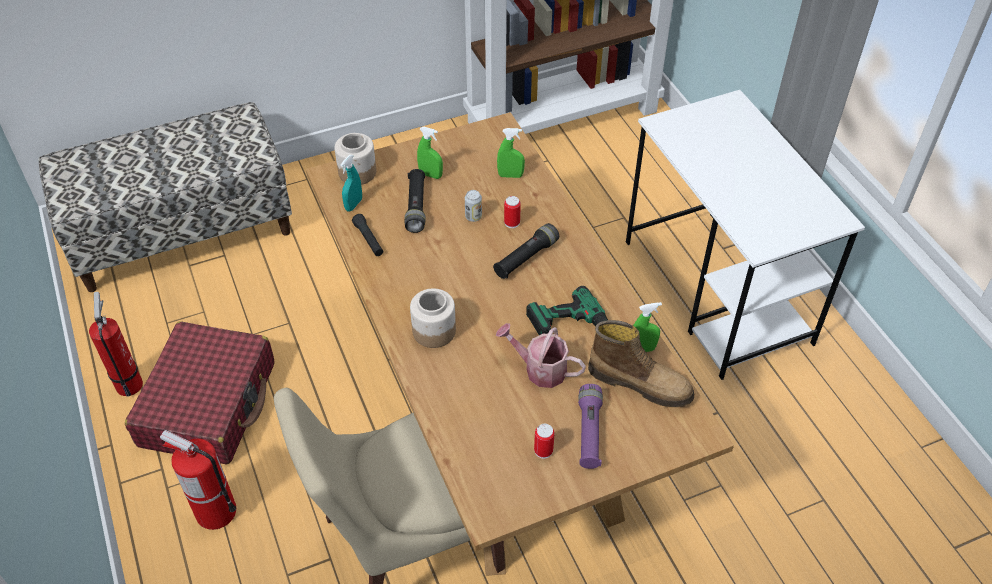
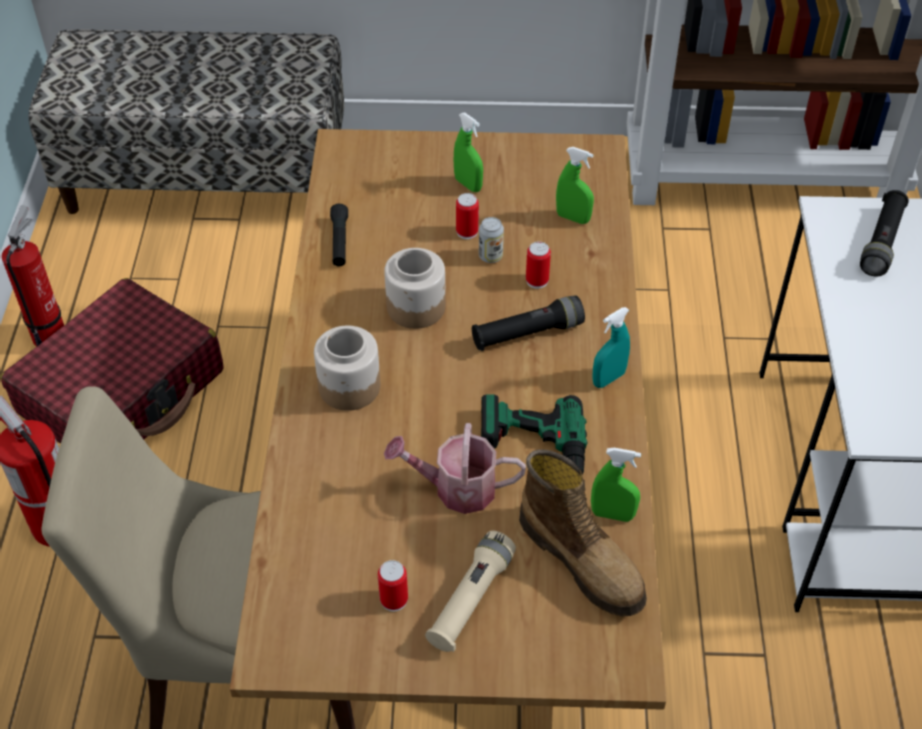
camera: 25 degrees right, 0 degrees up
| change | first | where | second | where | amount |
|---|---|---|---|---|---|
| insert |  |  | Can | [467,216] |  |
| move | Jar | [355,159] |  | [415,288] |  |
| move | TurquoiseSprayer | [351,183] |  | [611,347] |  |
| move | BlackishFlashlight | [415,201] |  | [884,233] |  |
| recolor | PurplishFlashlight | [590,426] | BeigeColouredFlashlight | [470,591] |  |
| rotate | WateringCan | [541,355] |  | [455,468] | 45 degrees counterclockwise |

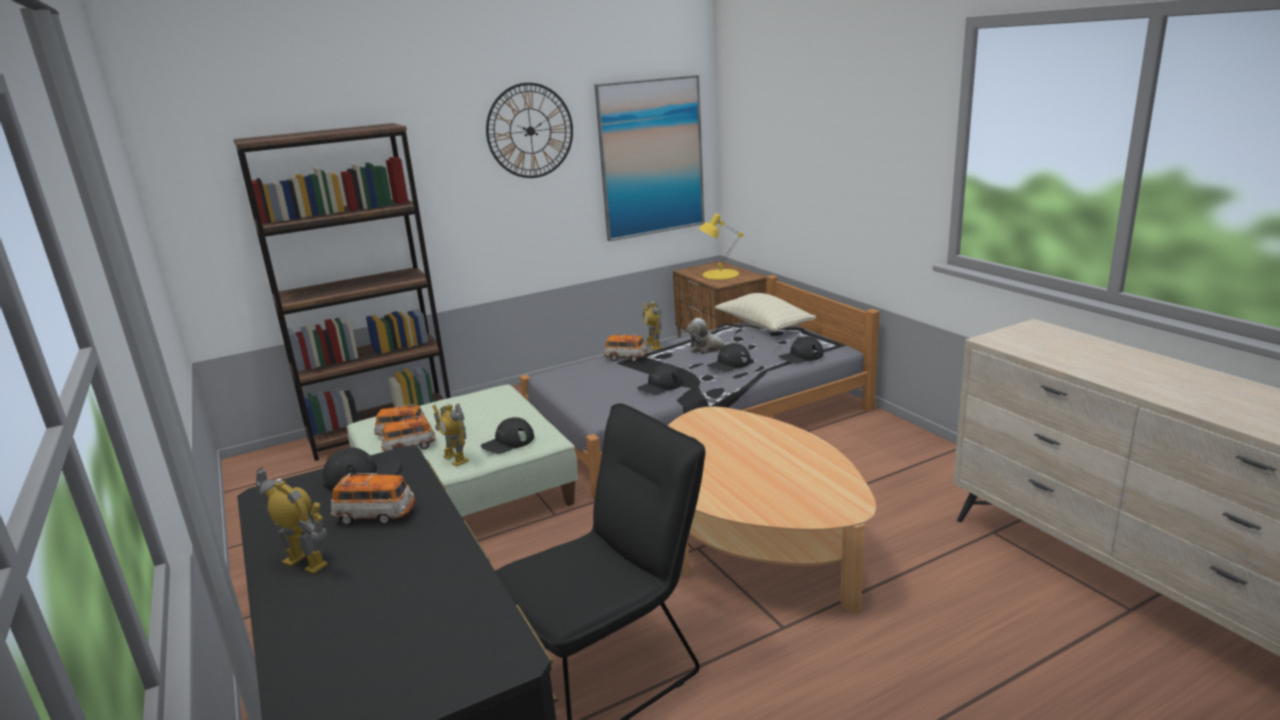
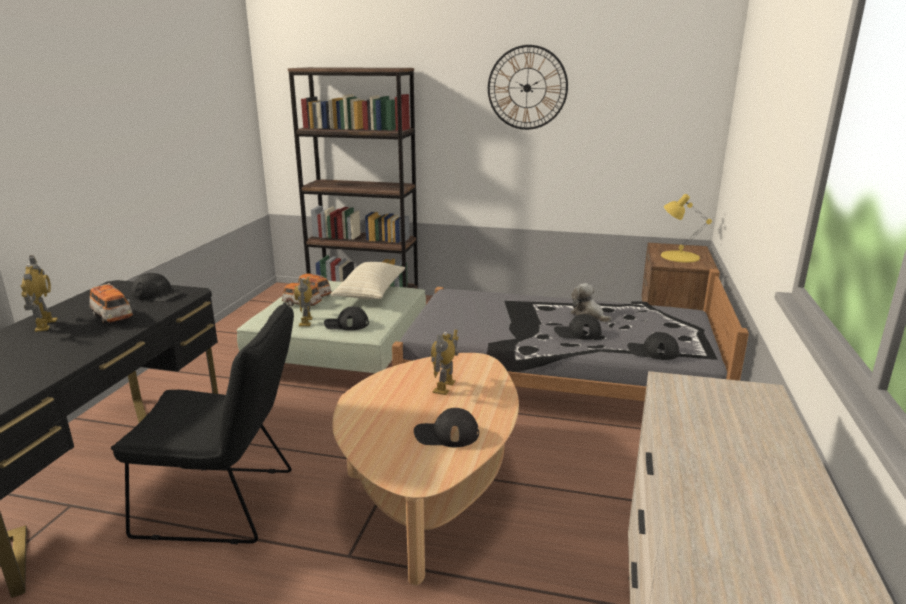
camera: 40 degrees right, 0 degrees up
| change | first | where | second | where | amount |
|---|---|---|---|---|---|
| delete | WallPicture | [649,158] |  |  |  |
| delete | ToyCar | [625,348] |  |  |  |
| move | BlackishCap | [660,379] |  | [446,427] |  |
| move | ToyRobot | [653,325] |  | [445,362] |  |
| move | BeigeColouredCushion | [765,312] |  | [368,280] |  |

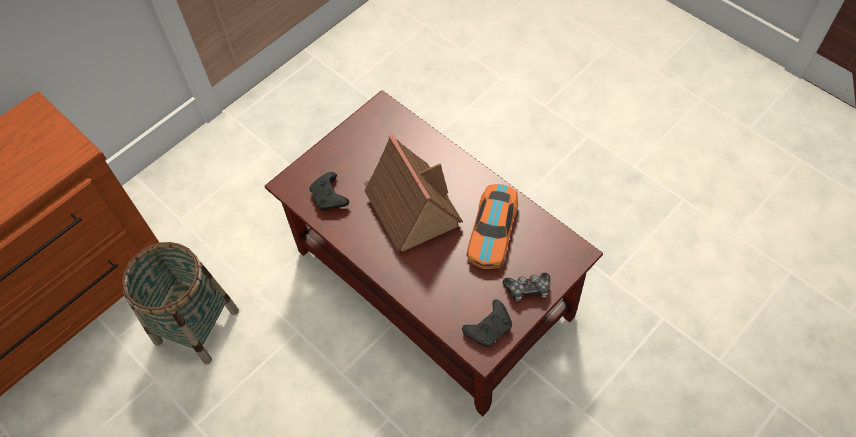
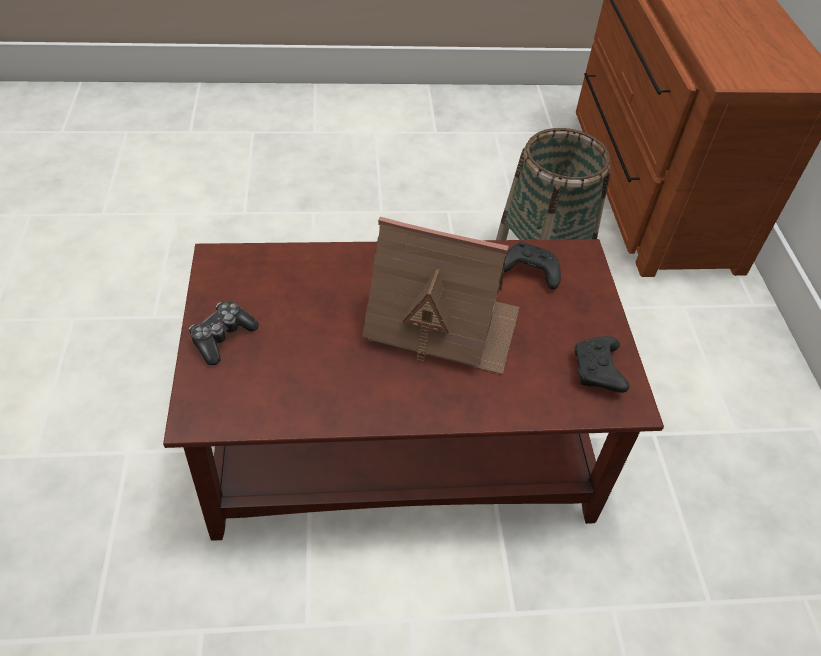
camera: 125 degrees right, 10 degrees down
| change | first | where | second | where | amount |
|---|---|---|---|---|---|
| delete | ToyCar | [492,226] |  |  |  |
| move | BlackishJoypad | [487,323] |  | [601,364] |  |

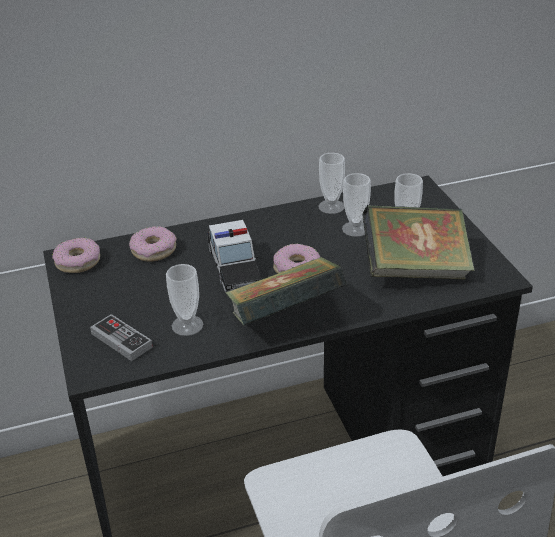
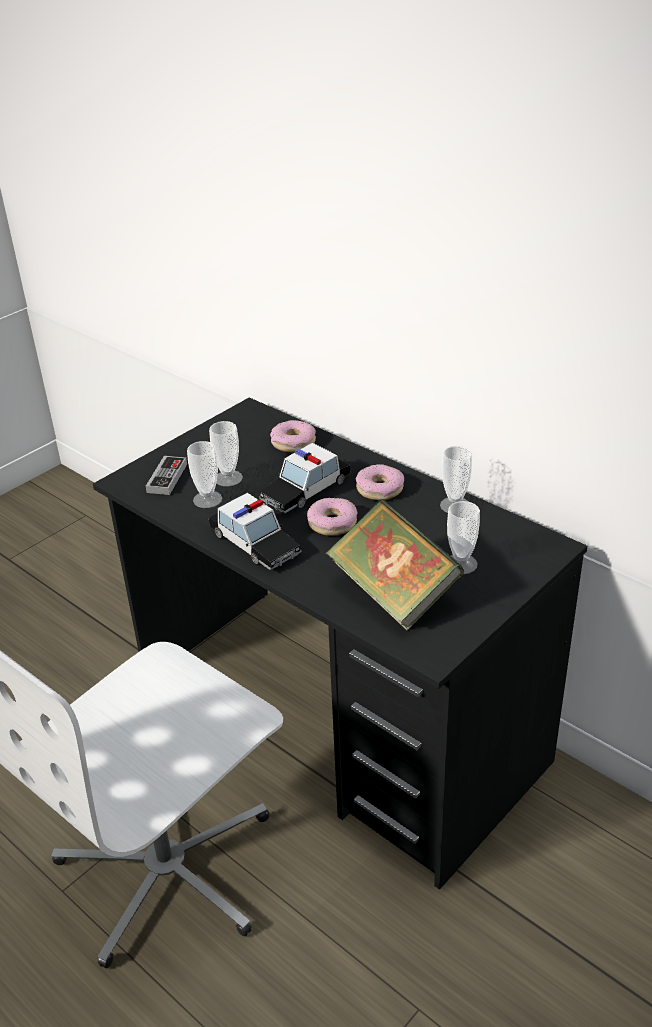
camera: 60 degrees right, 0 degrees up
| change | first | where | second | where | amount |
|---|---|---|---|---|---|
| move | Doughnut | [76,255] |  | [380,482] |  |
| move | SmallCup | [356,205] |  | [226,454] |  |
| replace | Volume | [286,291] | ToyCar | [255,531] |  |

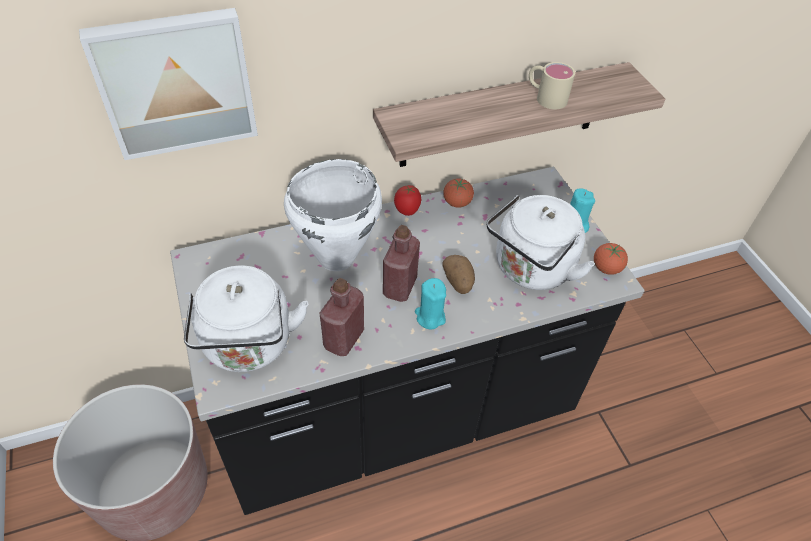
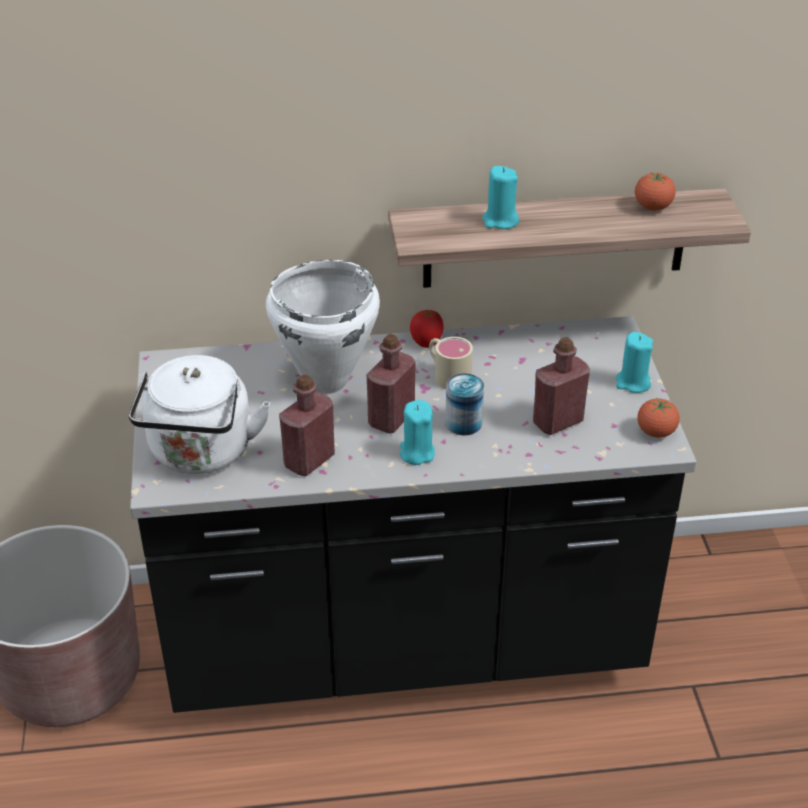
camera: 15 degrees right, 10 degrees down
| change | first | where | second | where | amount |
|---|---|---|---|---|---|
| delete | WallPicture | [168,84] |  |  |  |
| insert |  |  | TurquoiseWaxCandle | [500,197] |  |
| move | Tomato | [458,193] |  | [655,191] |  |
| move | BeigeColouredMug | [552,85] |  | [451,363] |  |
| replace | Spud | [458,274] | Can | [464,404] |  |
| replace | WhitishTeaKettle | [541,242] | RedBeverageBottle | [561,386] |  |

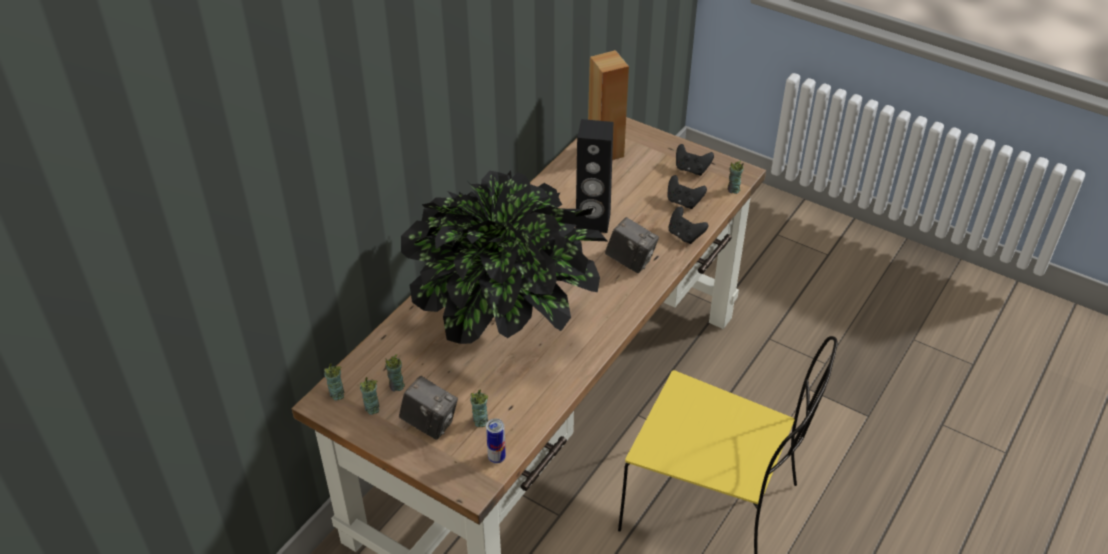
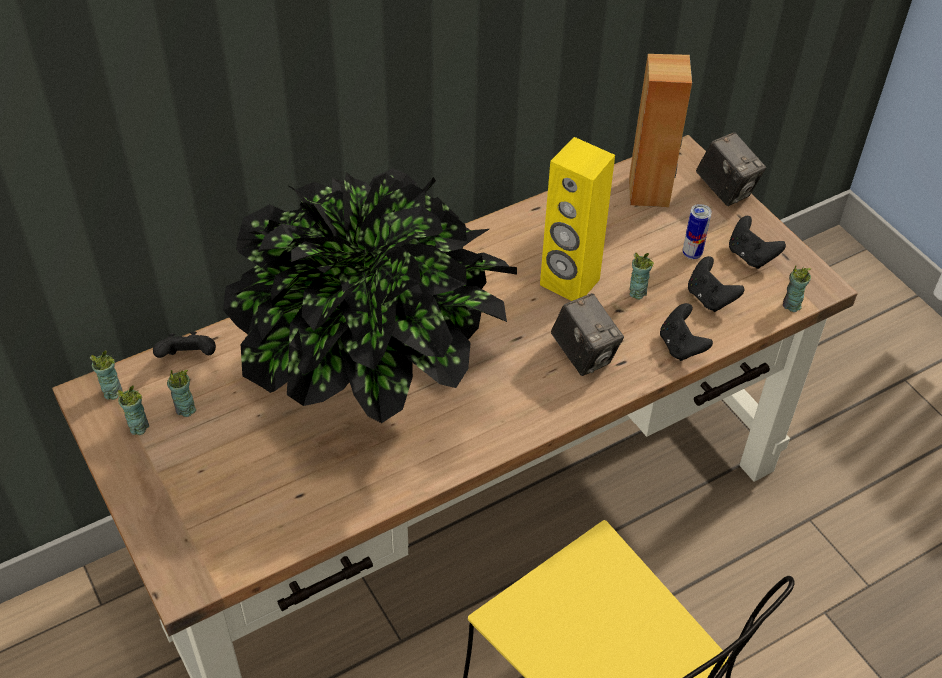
camera: 25 degrees right, 5 degrees up
| change | first | where | second | where | amount |
|---|---|---|---|---|---|
| insert |  |  | BlackishJoypad | [184,345] |  |
| move | StillCamera | [428,408] |  | [731,169] |  |
| move | SmallCup | [479,408] |  | [641,276] |  |
| move | Can | [496,441] |  | [697,231] |  |
| recolor | BlackishLoudspeaker | [594,176] | YellowColouredLoudspeaker | [577,219] |  |

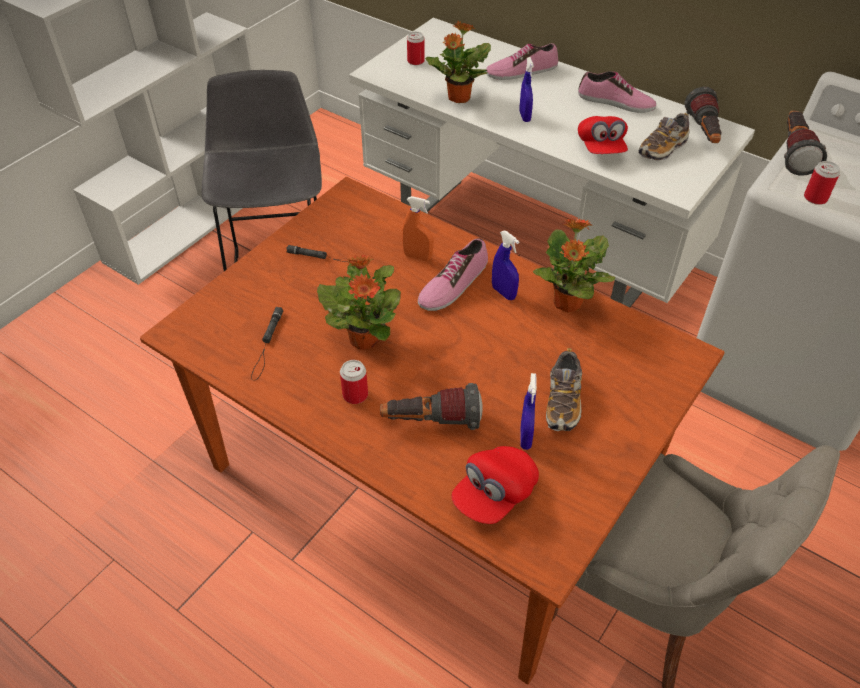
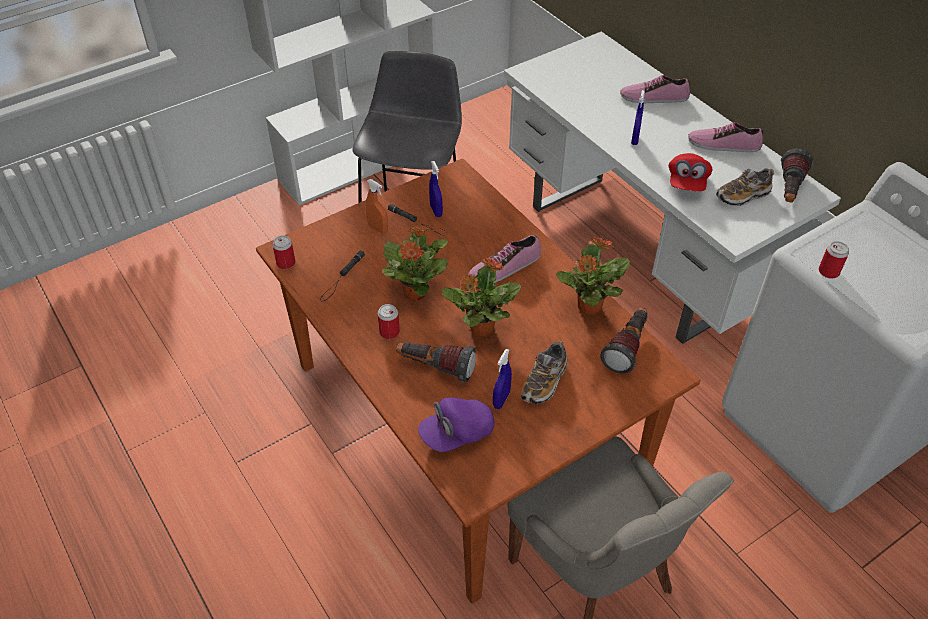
camera: 20 degrees right, 0 degrees up
| change | first | where | second | where | amount |
|---|---|---|---|---|---|
| move | OrangeSprayer | [418,228] |  | [377,206] |  |
| move | Can | [416,48] |  | [284,252] |  |
| move | PottedPlant | [458,62] |  | [481,297] |  |
| move | BlueSprayer | [505,265] |  | [436,189] |  |
| move | Flashlight | [805,143] |  | [624,340] |  |
| recolor | RedCap | [495,485] | PurplishCap | [456,424] |  |
| rotate | Shoe | [617,92] |  | [725,137] | 150 degrees clockwise |

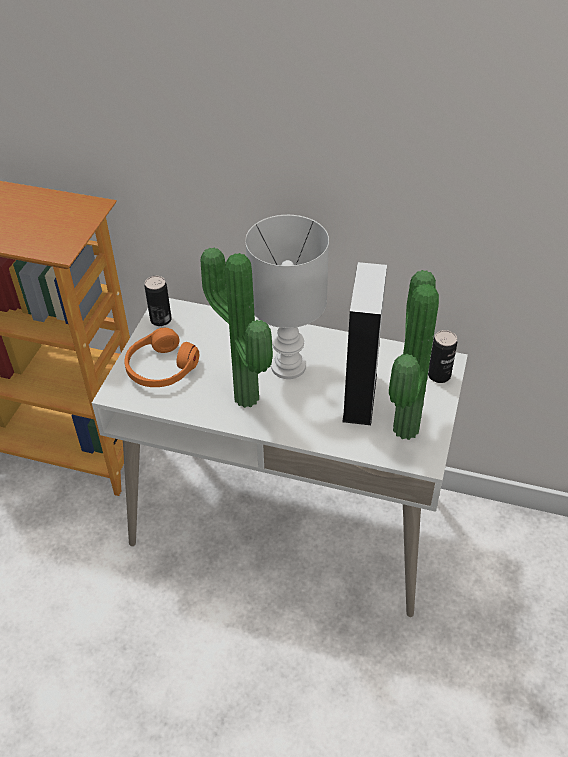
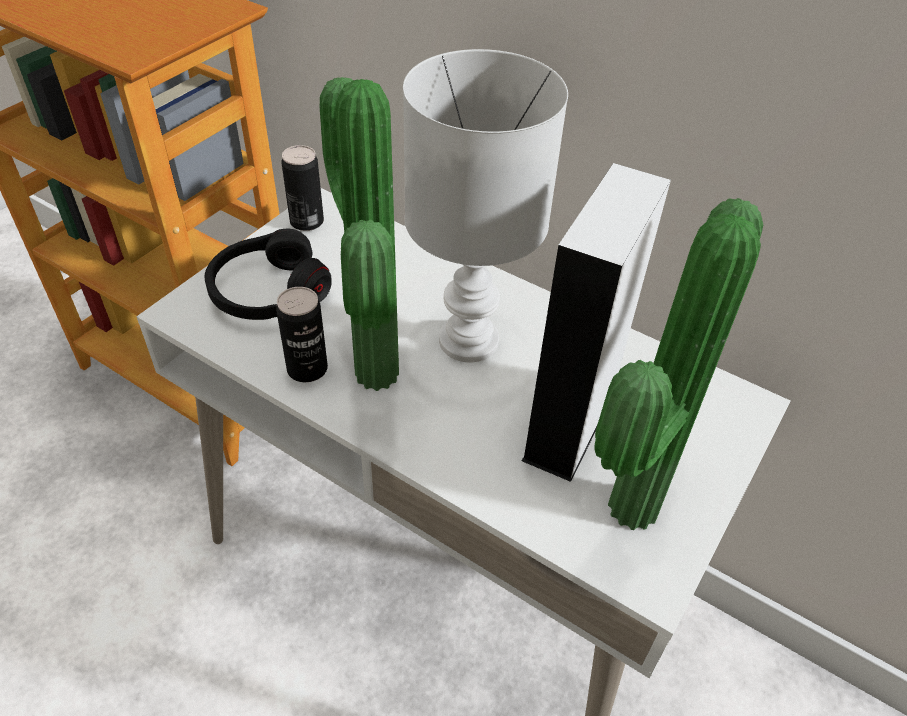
camera: 15 degrees right, 0 degrees up
| change | first | where | second | where | amount |
|---|---|---|---|---|---|
| move | Can | [442,356] |  | [302,334] |  |
| recolor | OrangePairOfHeadphones | [161,357] | BlackishPairOfHeadphones | [268,274] |  |

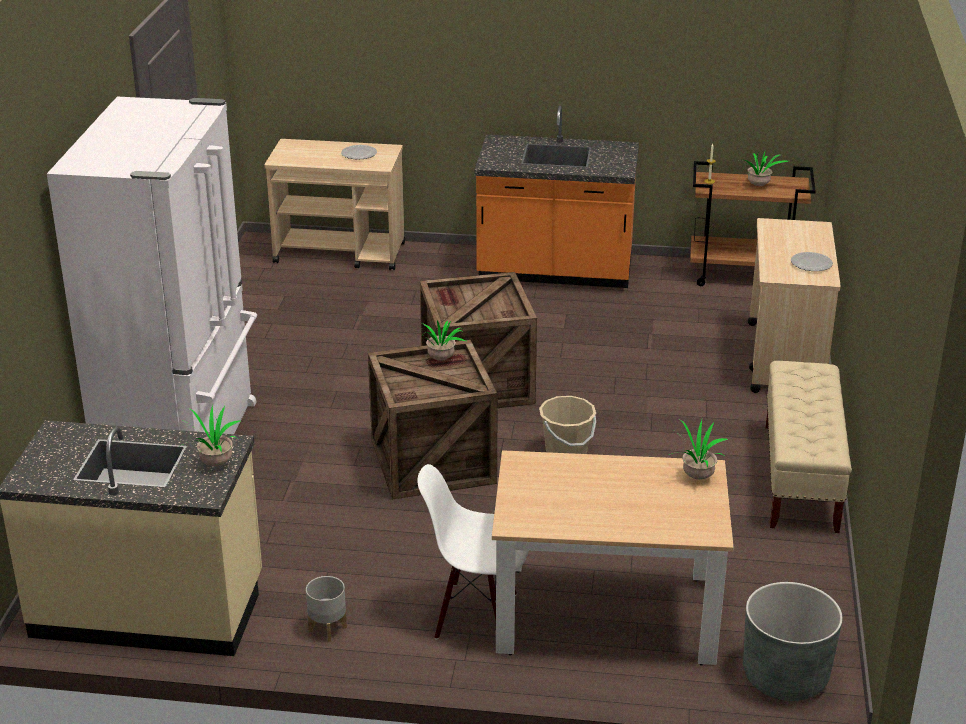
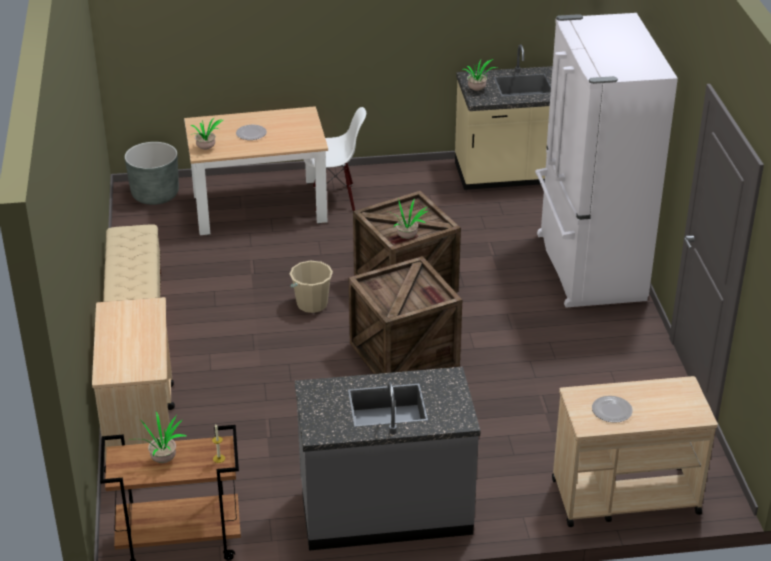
camera: 165 degrees right, 5 degrees up
| change | first | where | second | where | amount |
|---|---|---|---|---|---|
| delete | GrayFlowerPot | [326,609] |  |  |  |
| move | FlatDish | [812,261] |  | [251,132] |  |
| recolor | OrangeKitchenCounter | [556,197] | GrayKitchenCounter | [388,459] |  |

